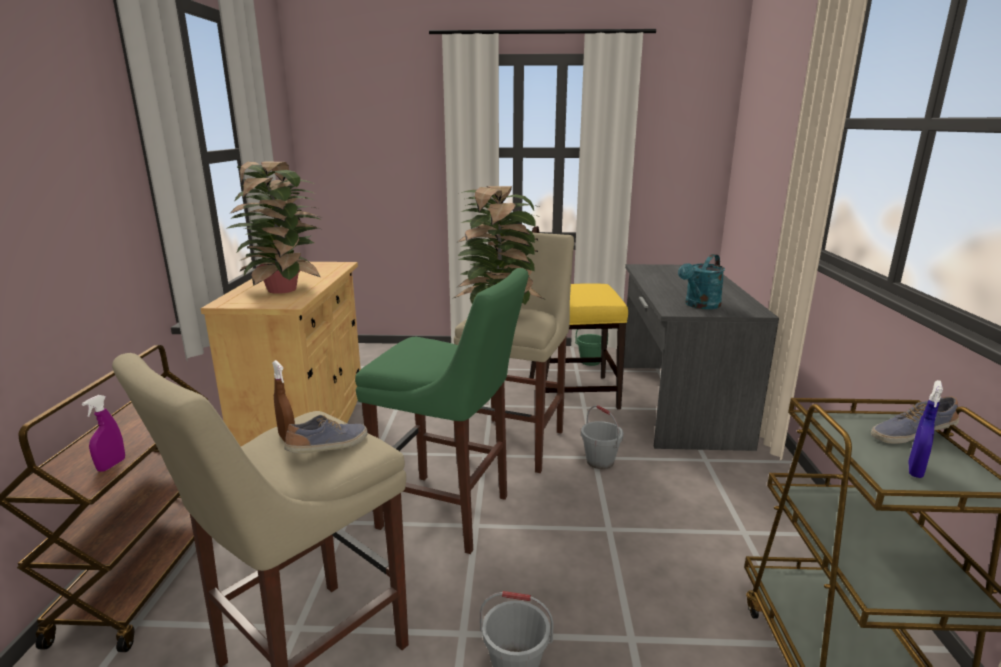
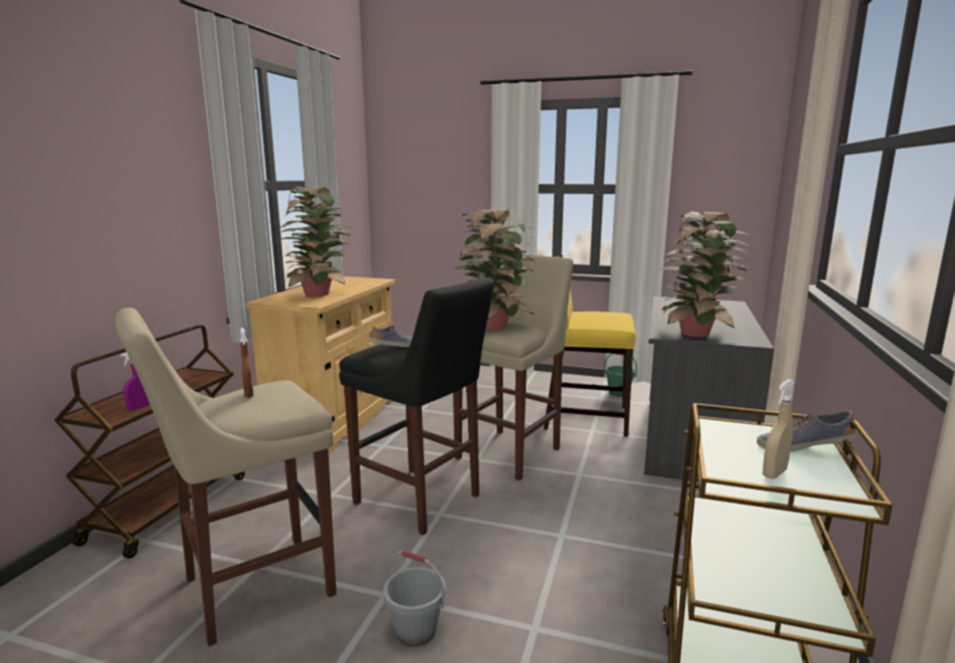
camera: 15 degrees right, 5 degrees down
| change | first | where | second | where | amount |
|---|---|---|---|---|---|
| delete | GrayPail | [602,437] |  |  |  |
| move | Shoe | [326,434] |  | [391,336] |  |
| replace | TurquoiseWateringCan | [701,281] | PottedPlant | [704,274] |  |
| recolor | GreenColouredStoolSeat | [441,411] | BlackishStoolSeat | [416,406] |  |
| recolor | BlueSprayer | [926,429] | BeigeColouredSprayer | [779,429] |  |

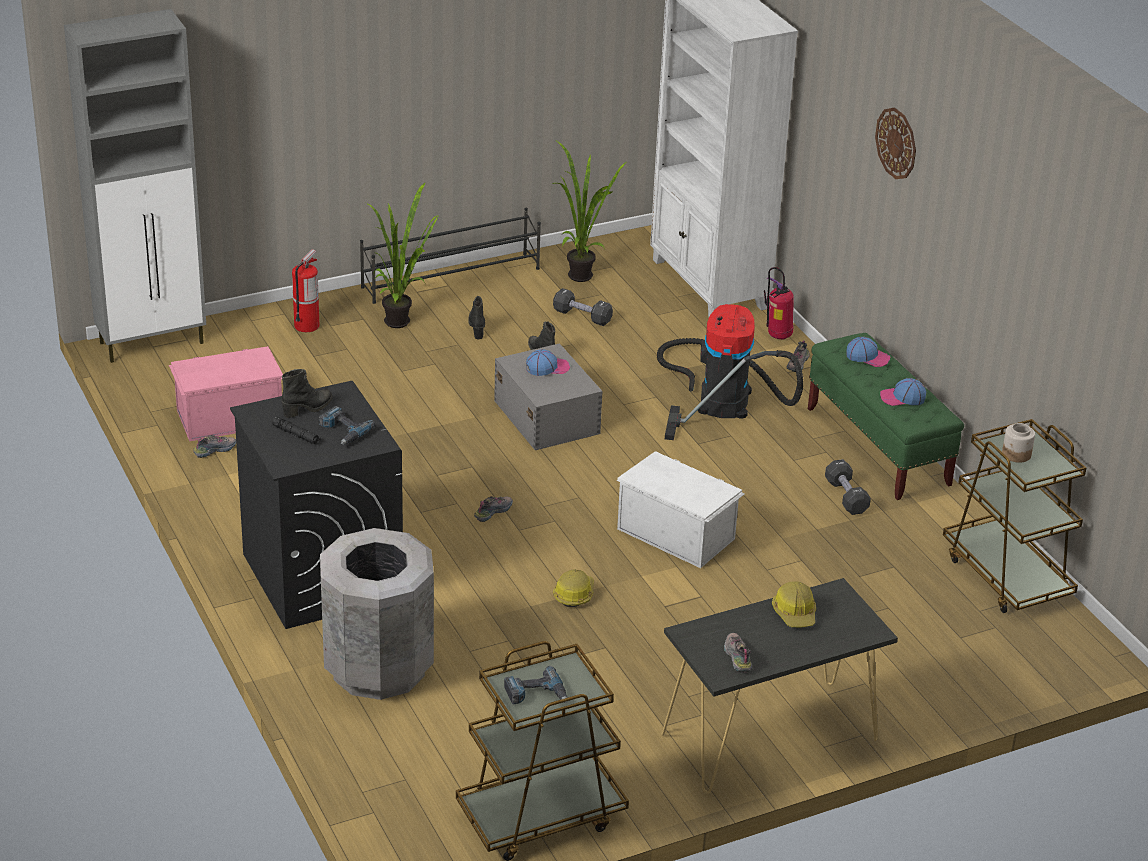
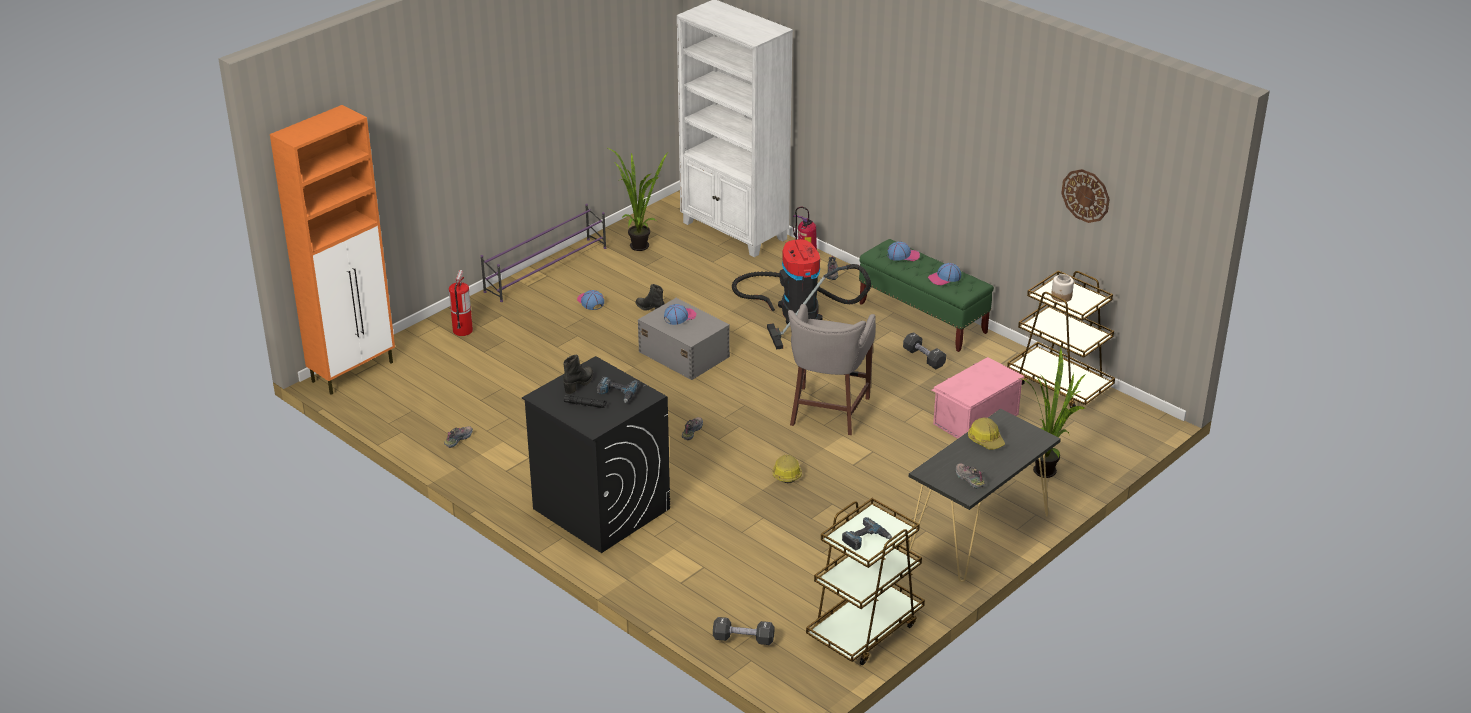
camera: 20 degrees left, 0 degrees up
| change | first | where | second | where | amount |
|---|---|---|---|---|---|
| delete | GrayTrashCan | [377,614] |  |  |  |
| move | PinkColouredStorageBox | [226,393] |  | [978,398] |  |
| move | PottedPlant | [402,255] |  | [1052,413] |  |
| move | BlackishHandWeight | [583,307] |  | [743,631] |  |
| move | WallClock | [895,143] |  | [1085,196] |  |
| replace | BlackishBoot | [476,318] | Cap | [590,300] |  |
| replace | WhitishStorageBox | [680,509] | GrayStoolSeat | [832,369] |  |
| recolor | GrayCabinet | [135,186] | OrangeCabinet | [332,250] |  |
| recolor | BlackishShoeStand | [450,256] | PurplishShoeStand | [543,253] |  |

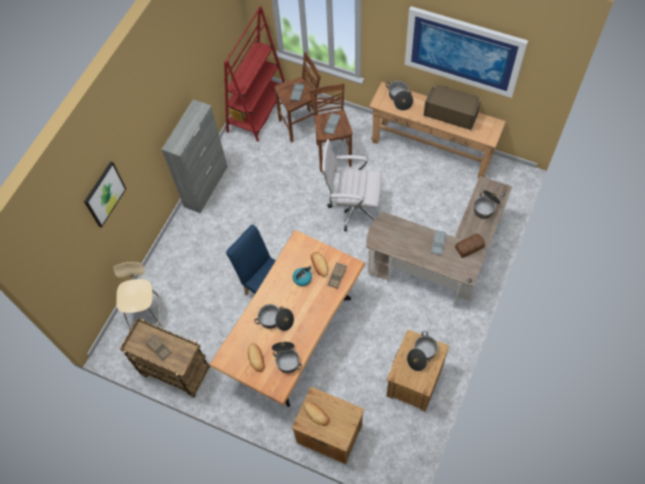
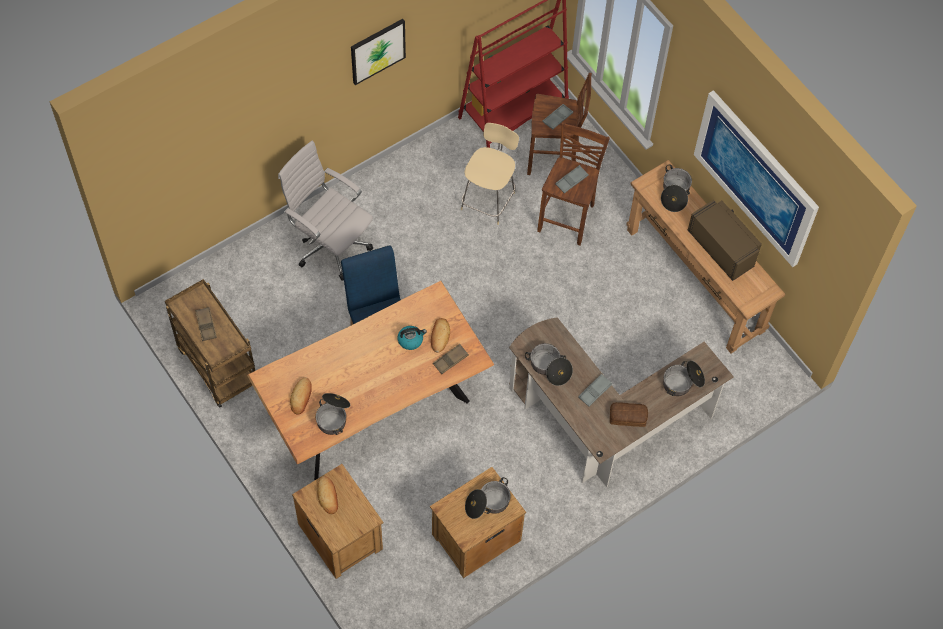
camera: 25 degrees right, 0 degrees up
| change | first | where | second | where | amount |
|---|---|---|---|---|---|
| delete | GrayCabinet | [195,156] |  |  |  |
| move | WallPicture | [105,194] |  | [378,52] |  |
| move | BeigeColouredStoolSeat | [137,296] |  | [490,174] |  |
| move | Stockpot | [274,317] |  | [549,364] |  |
| move | WhitishDeskChair | [352,185] |  | [325,211] |  |

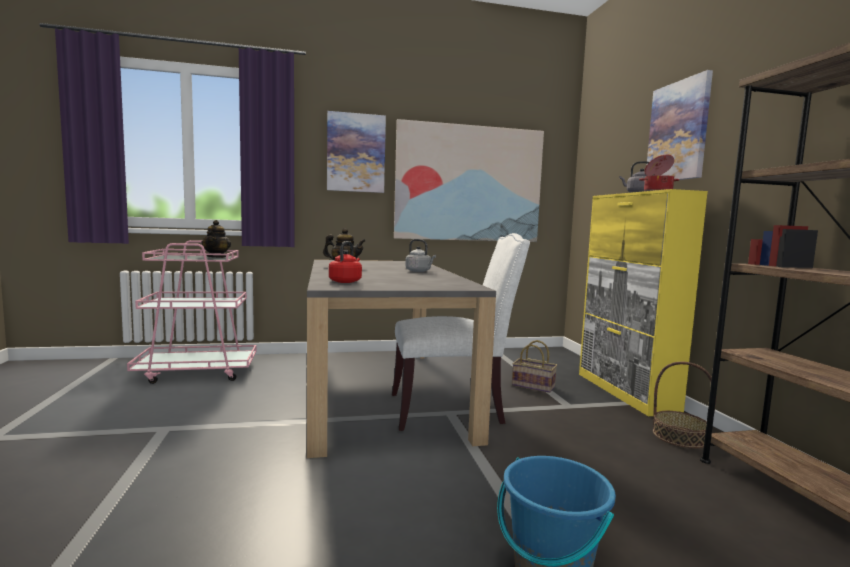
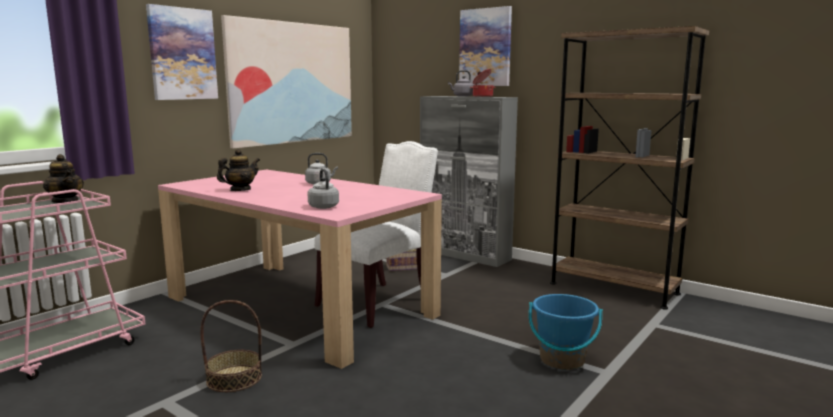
camera: 40 degrees left, 5 degrees up
| change | first | where | second | where | amount |
|---|---|---|---|---|---|
| move | HouseholdBasket | [685,404] |  | [231,346] |  |
| recolor | GrayDinnerTable | [401,359] | PinkColouredDinnerTable | [300,269] |  |
| recolor | RedTeaKettle | [345,262] | GrayTeaKettle | [323,189] |  |
| recolor | YellowColouredCabinet | [643,302] | GrayCabinet | [469,181] |  |

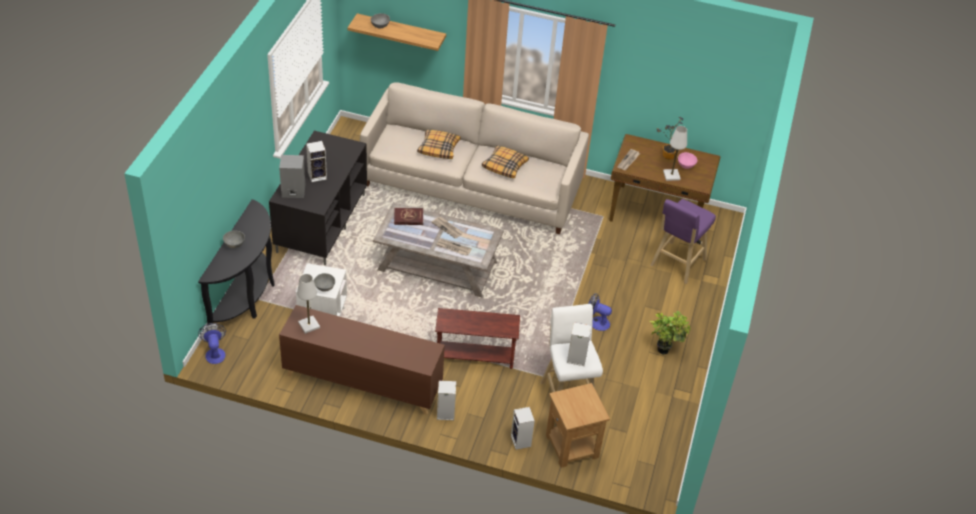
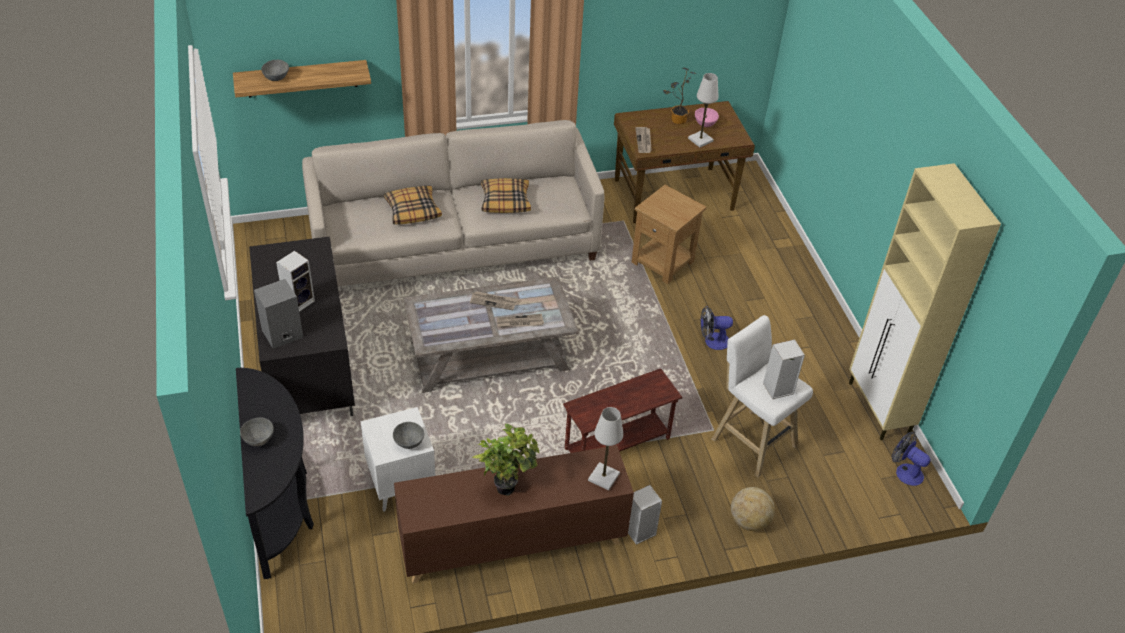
camera: 30 degrees left, 0 degrees up
| change | first | where | second | where | amount |
|---|---|---|---|---|---|
| delete | RedVolume | [408,216] |  |  |  |
| delete | PurplishStoolSeat | [683,241] |  |  |  |
| insert |  |  | BeigeColouredCabinet | [925,301] |  |
| move | ElectricFan | [212,343] |  | [911,459] |  |
| move | WhitishTableLamp | [308,304] |  | [605,449] |  |
| move | BrownishEndTable | [578,425] |  | [669,234] |  |
| move | PottedPlant | [670,333] |  | [505,460] |  |
| replace | Loudspeaker | [523,428] | DeskGlobe | [753,509] |  |

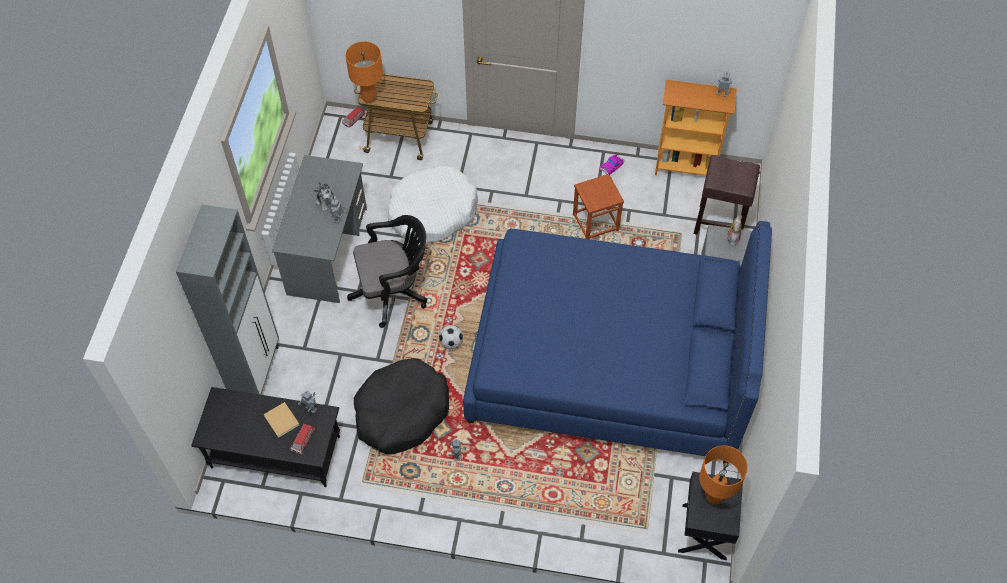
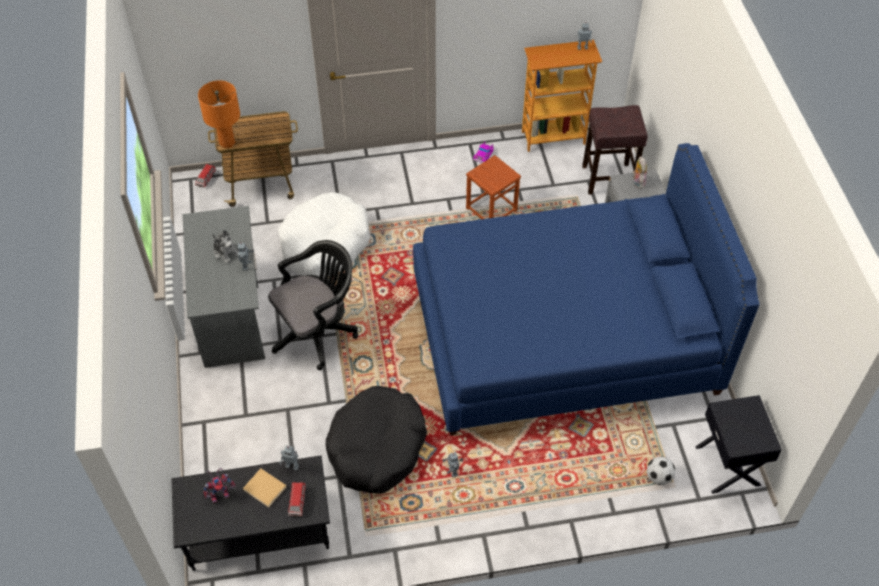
camera: 20 degrees left, 5 degrees down
| change | first | where | second | where | amount |
|---|---|---|---|---|---|
| delete | GrayCabinet | [227,299] |  |  |  |
| delete | OrangeTableLamp | [723,474] |  |  |  |
| insert |  |  | ToyRobot | [220,485] |  |
| move | BallForFootball | [451,337] |  | [661,470] |  |

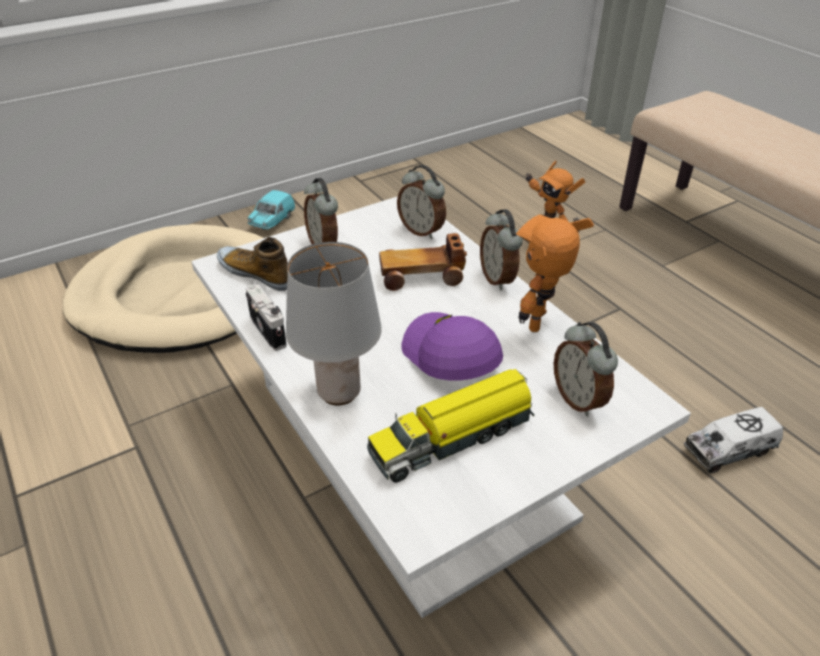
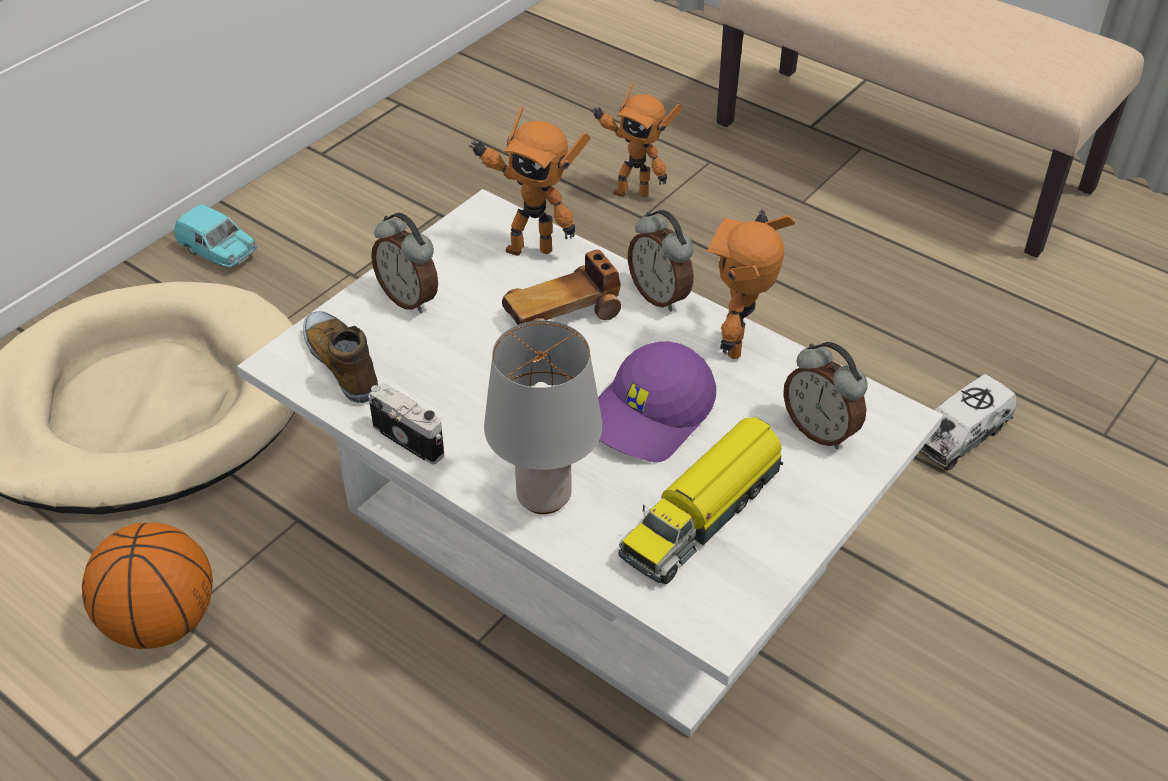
camera: 20 degrees left, 5 degrees up
| change | first | where | second | where | amount |
|---|---|---|---|---|---|
| insert |  |  | BasketballBall | [147,585] |  |
| replace | BedsideClock | [421,202] | ToyRobot | [530,181] |  |
| rotate | Shoe | [252,264] |  | [340,357] | 45 degrees clockwise |
| rotate | TurquoiseToyCar | [271,210] |  | [215,236] | 60 degrees counterclockwise |
| rotate | PurplishCap | [452,346] |  | [657,402] | 90 degrees counterclockwise |

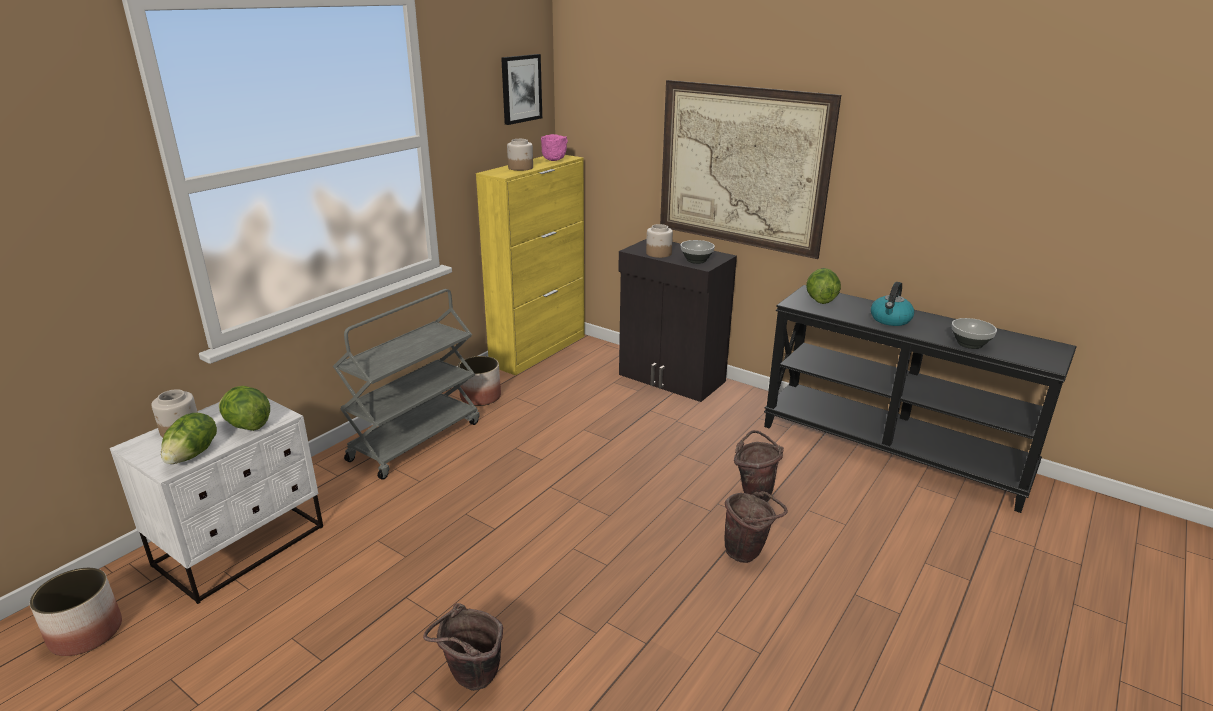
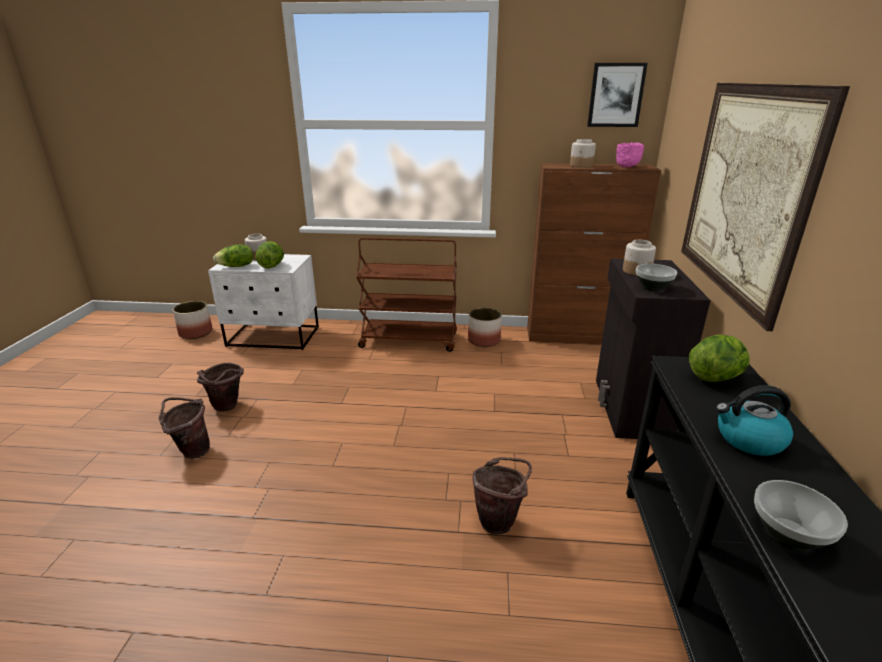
camera: 60 degrees right, 0 degrees up
| change | first | where | second | where | amount |
|---|---|---|---|---|---|
| move | BrownishPail | [756,527] |  | [220,387] |  |
| recolor | GrayCart | [406,384] | BrownishCart | [406,294] |  |
| recolor | YellowColouredCabinet | [530,265] | BrownishCabinet | [594,253] |  |

